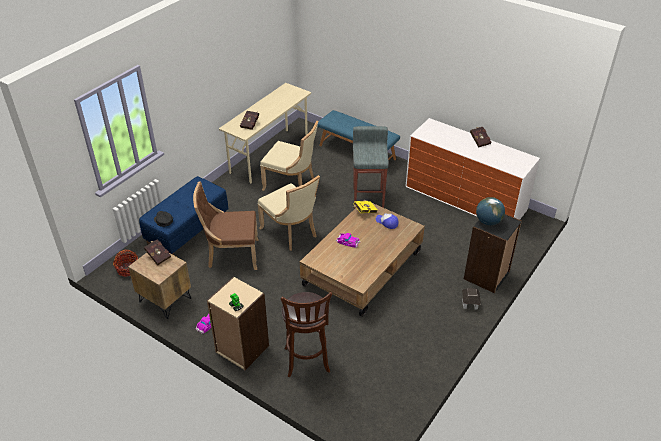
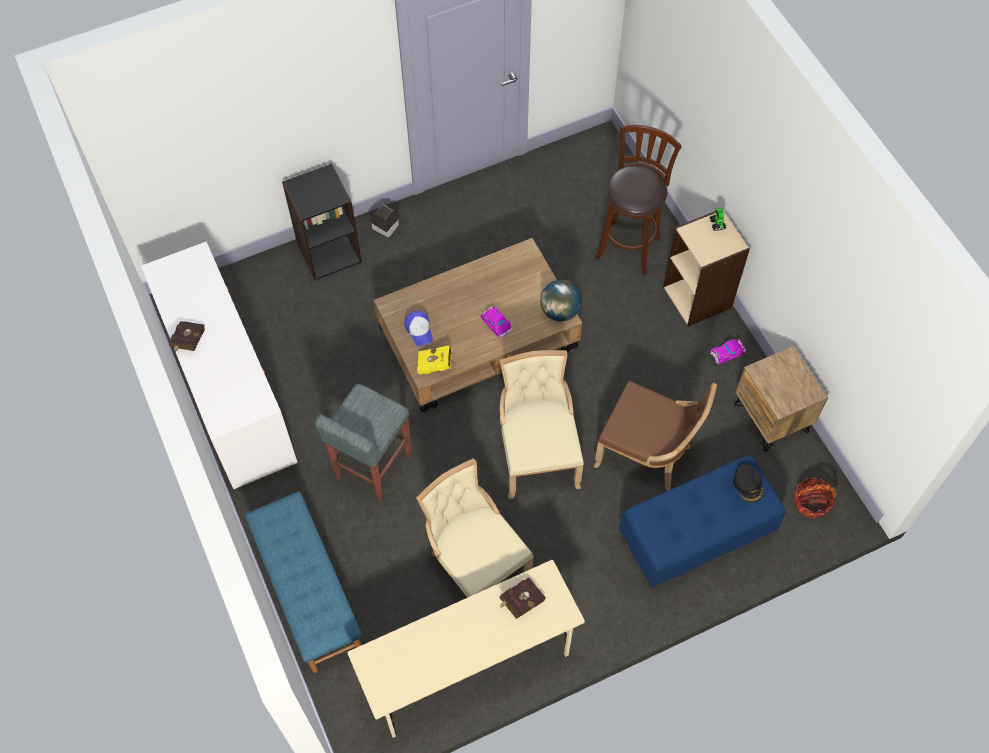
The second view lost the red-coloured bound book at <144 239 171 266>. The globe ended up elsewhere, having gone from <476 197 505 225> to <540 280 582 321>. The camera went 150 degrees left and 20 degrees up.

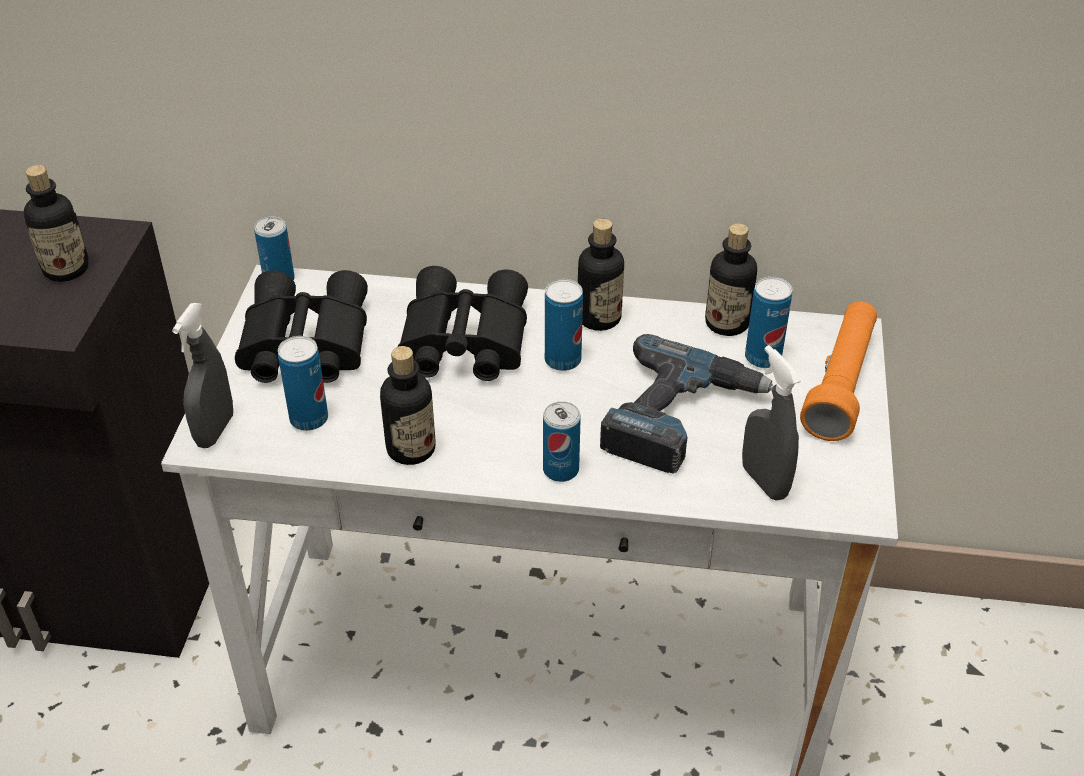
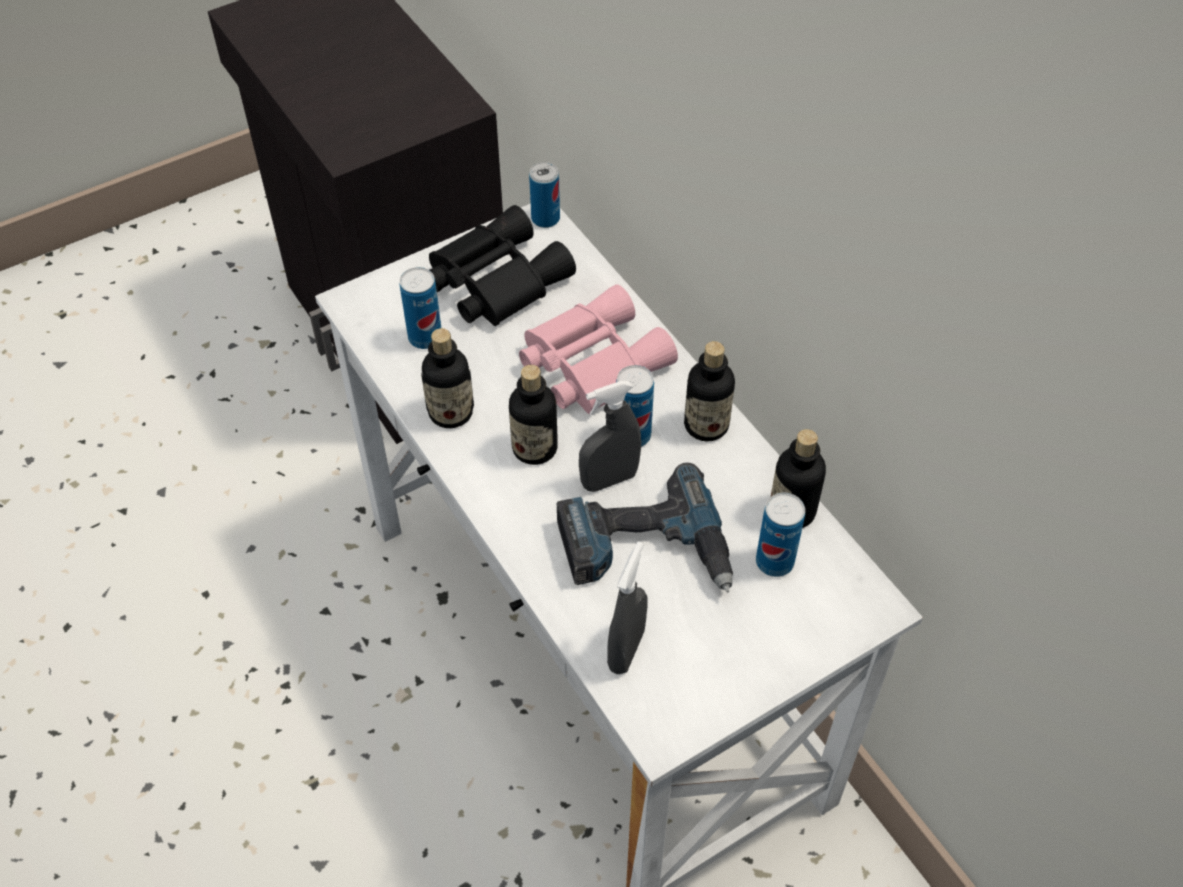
The drink bottle ended up elsewhere, having gone from <24 165 89 282> to <509 365 558 465>. The gray spray bottle ended up elsewhere, having gone from <172 303 233 448> to <579 381 641 492>. What was the blackish binoculars at <398 266 528 381> turned into the pinkish binoculars at <519 284 678 414>. The second view lost the can at <543 401 581 482>. The second view lost the orangey torch at <800 301 877 441>. The camera went 50 degrees right and 10 degrees up.

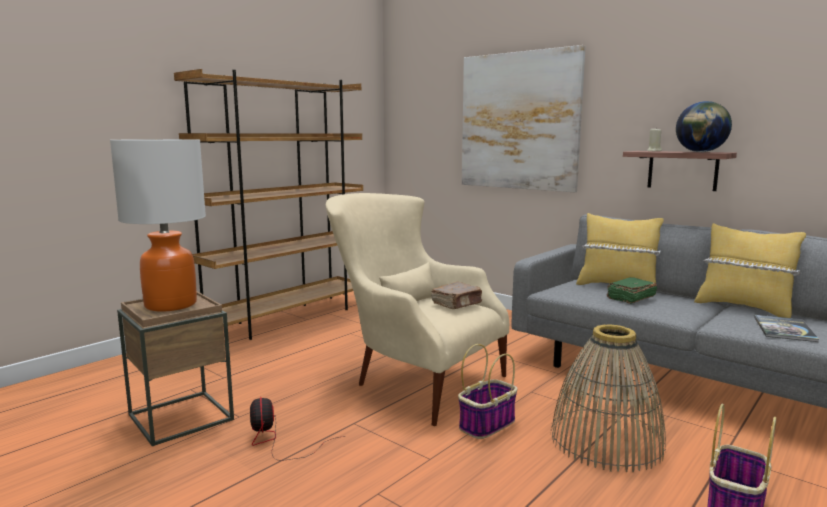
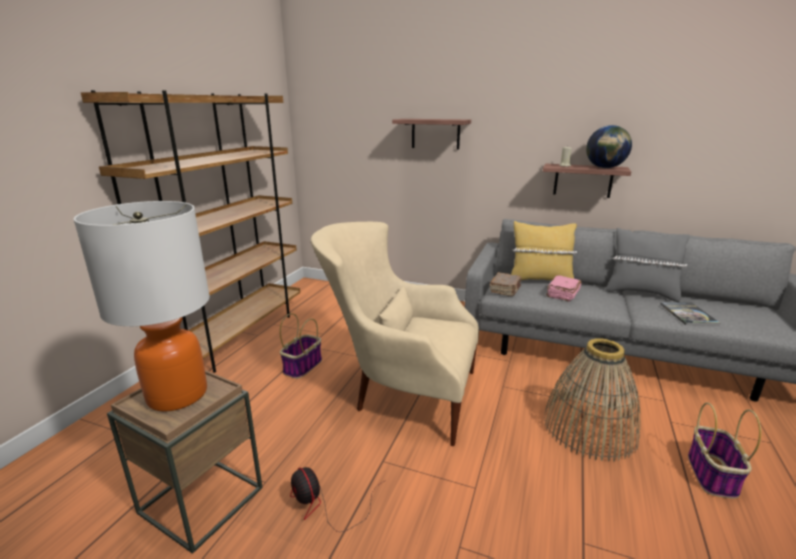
The brown-coloured bound book ended up elsewhere, having gone from <431 282 482 309> to <490 272 521 296>. The household basket ended up elsewhere, having gone from <458 344 518 439> to <280 313 322 379>. Where the wall picture hung at <462 45 586 192>, the wall shelf came to hang at <392 119 471 150>. What was the greenish bound book at <607 277 657 304> turned into the pinkish bound book at <546 275 582 302>. What was the yellow-coloured pillow at <694 223 806 318> turned into the gray pillow at <605 228 690 302>. The camera went 20 degrees left and 10 degrees up.

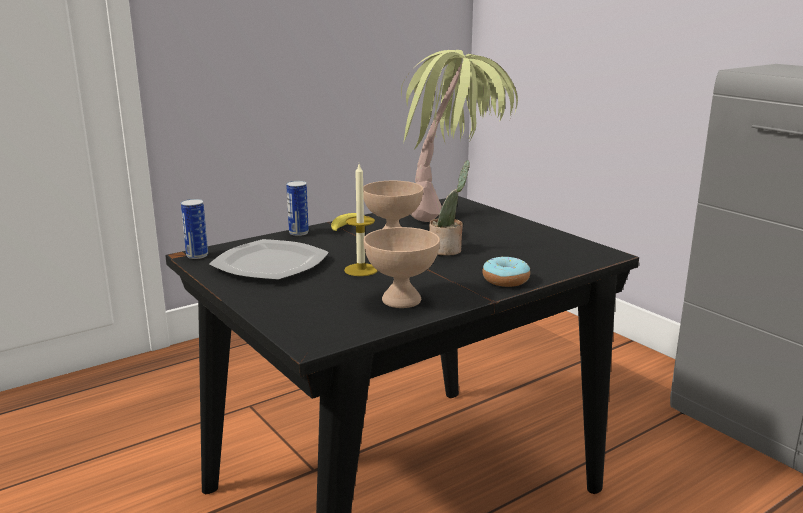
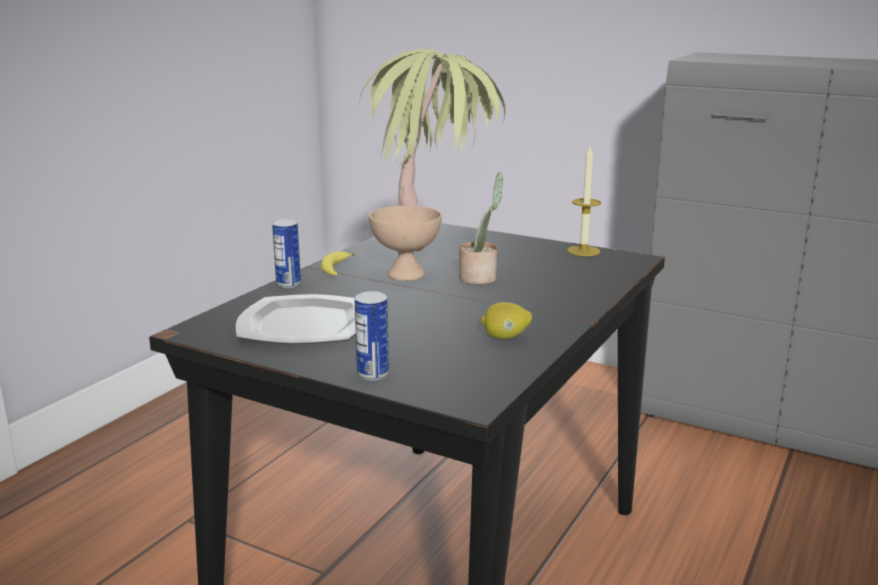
The can ended up elsewhere, having gone from <181 199 208 259> to <354 291 389 381>. The candle ended up elsewhere, having gone from <344 164 378 276> to <567 146 601 256>. Where the sand-coloured deep dish stood at <363 227 440 308>, the lemon came to stand at <481 302 532 340>. The second view lost the doughnut at <482 257 530 287>. The camera went 25 degrees left and 0 degrees up.

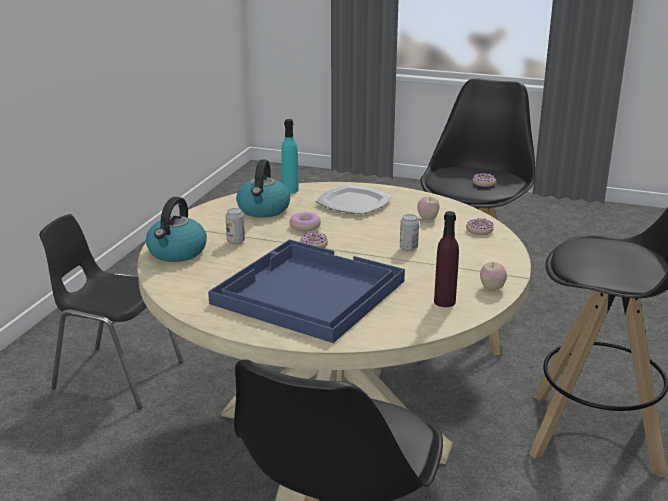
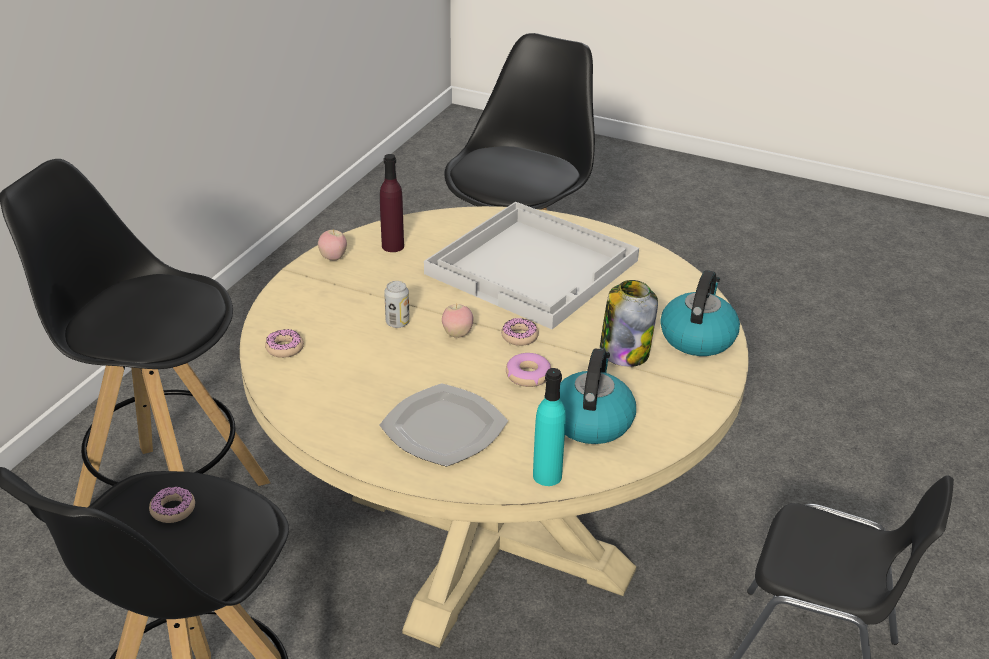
What was the blue tray at <208 239 405 343> turned into the whitish tray at <424 202 639 329>. Where the can stood at <225 208 245 245>, the jar came to stand at <600 280 658 367>. The apple fruit ended up elsewhere, having gone from <417 197 440 220> to <442 304 473 338>. The camera went 175 degrees left and 10 degrees up.

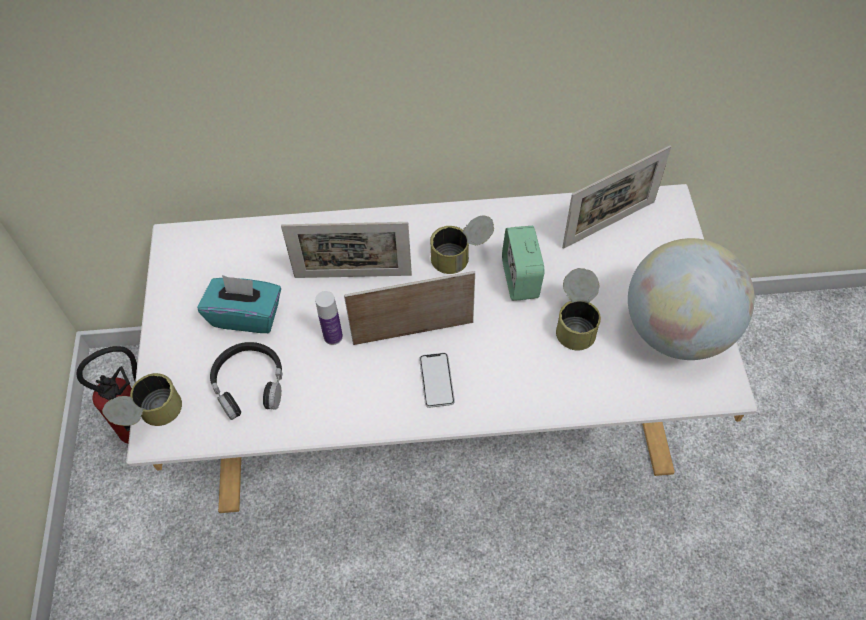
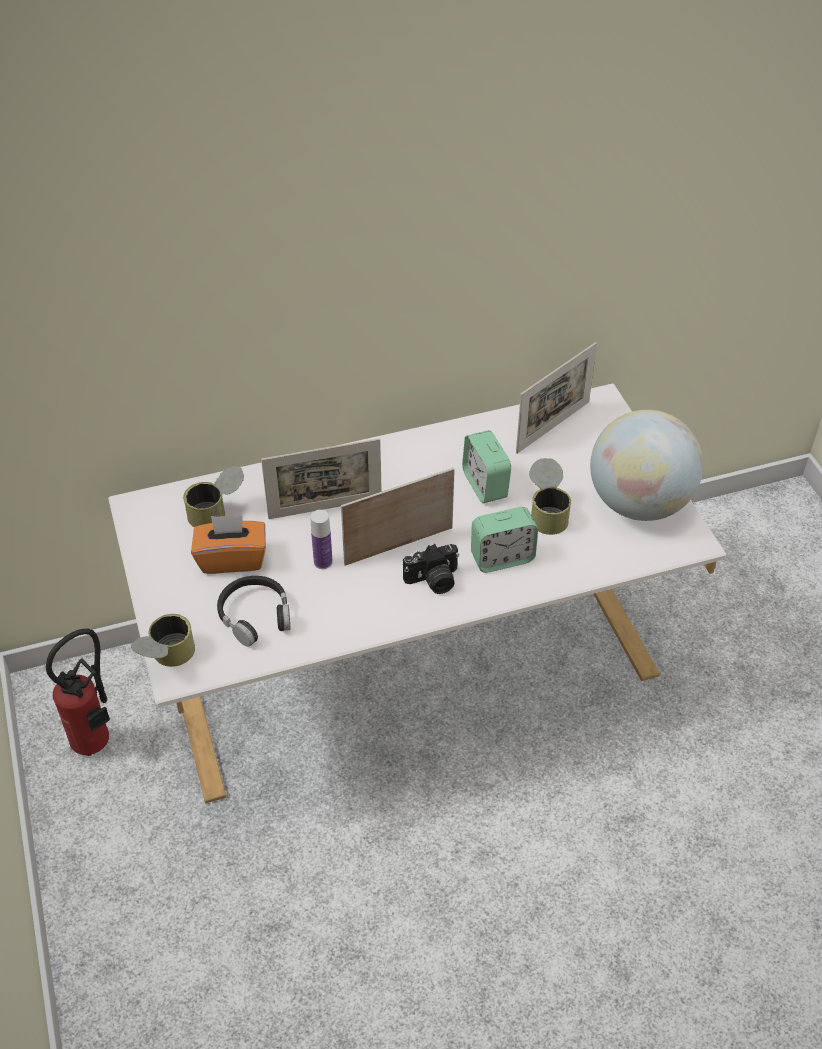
What was the blue-green tissue holder at <197 275 281 333> turned into the orangey tissue holder at <191 515 266 574>. Where the phone stood at <419 353 455 408>, the still camera came to stand at <403 544 459 594>. The can ended up elsewhere, having gone from <430 215 494 274> to <183 466 244 527>. The second view gained the bedside clock at <471 507 538 573>. The camera went 15 degrees left and 10 degrees down.

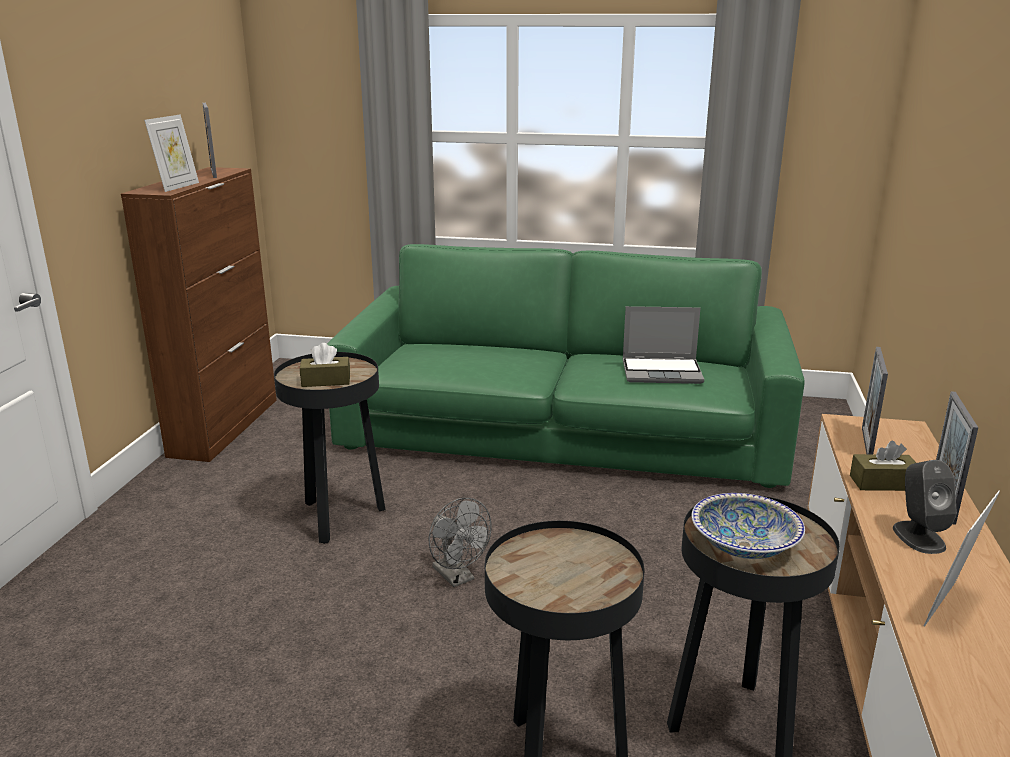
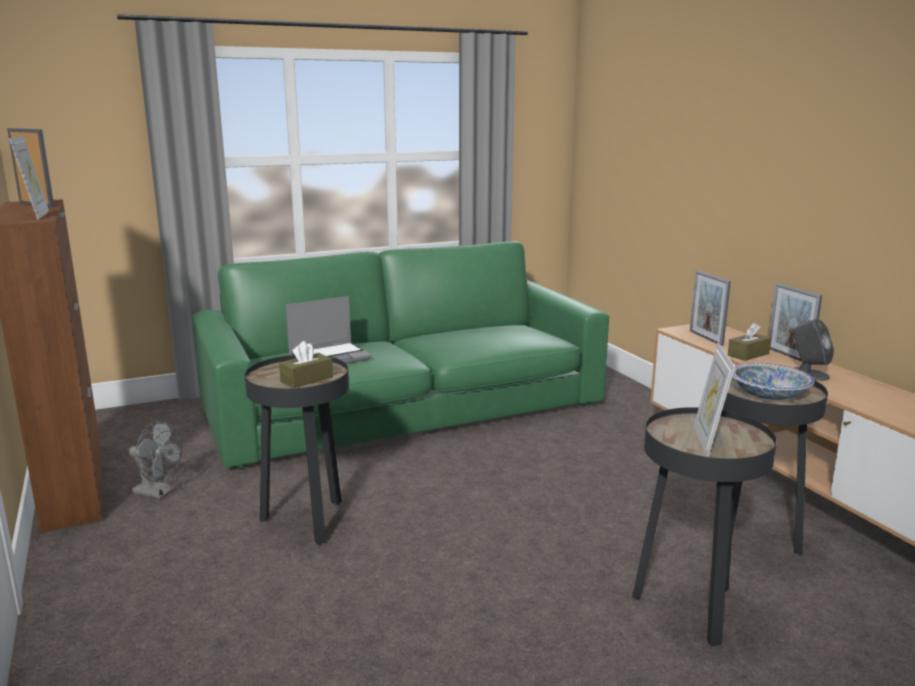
The gray fan ended up elsewhere, having gone from <428 498 491 587> to <126 421 182 499>. The portable computer ended up elsewhere, having gone from <623 306 704 384> to <286 296 372 364>. The photo frame ended up elsewhere, having gone from <924 491 1000 626> to <693 343 735 457>. The camera went 35 degrees left and 5 degrees down.

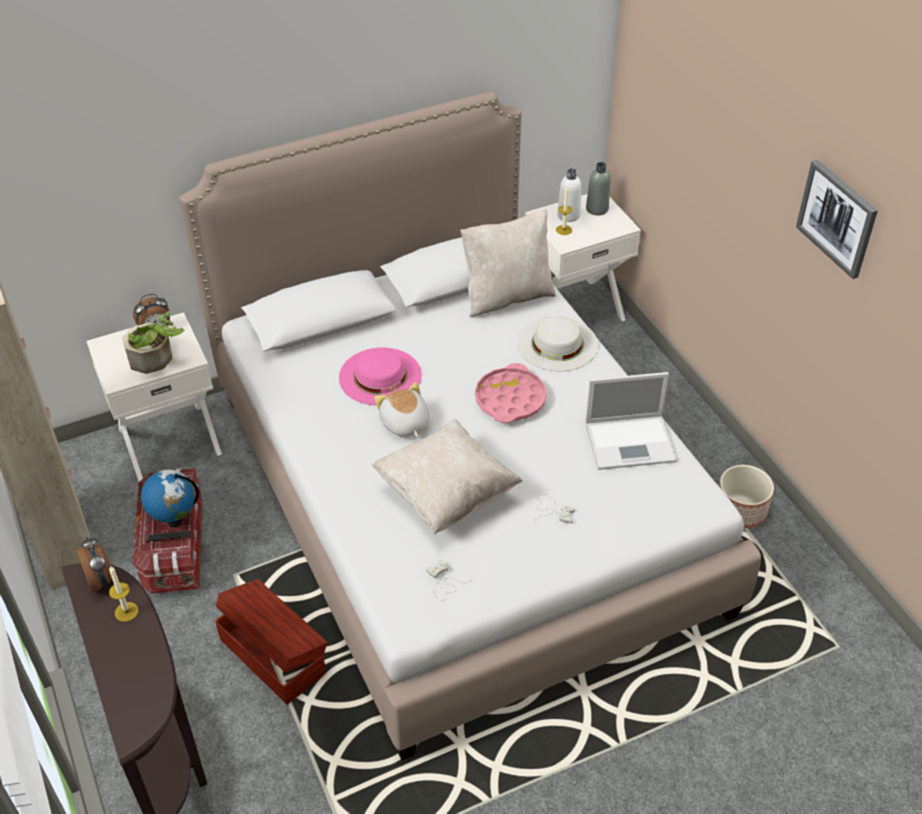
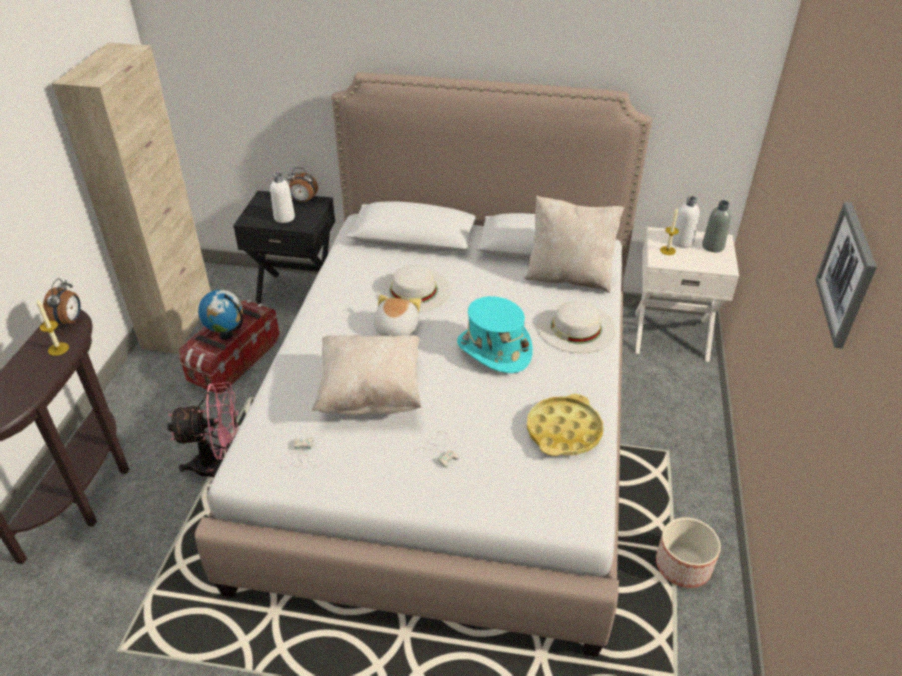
What was the whitish night table at <86 312 222 482> turned into the blackish night table at <233 191 335 304>. Where the plant in a pot stood at <122 311 185 374>, the whitish drink bottle came to stand at <270 173 295 223>. Where the brown-coloured storage container stood at <215 579 327 705>, the pinkish fan came to stand at <167 382 238 477>. What was the pinkish hat at <339 347 422 405> turned into the whitish hat at <377 265 451 312>. Where the pinkish tray stood at <475 363 547 423>, the blue-green hat came to stand at <457 296 533 373>. Where the portable computer stood at <585 372 677 470>, the yellow-coloured tray came to stand at <527 394 603 456>. The camera went 35 degrees right and 5 degrees down.

